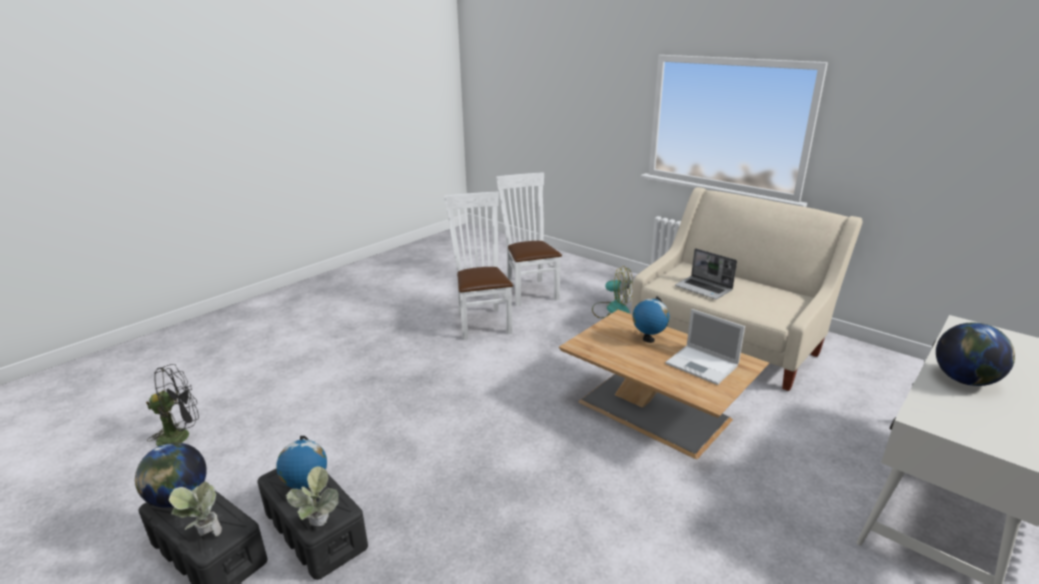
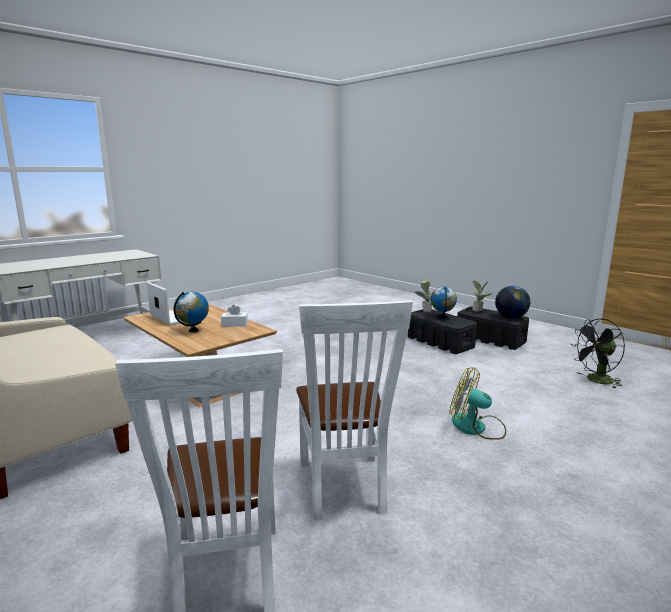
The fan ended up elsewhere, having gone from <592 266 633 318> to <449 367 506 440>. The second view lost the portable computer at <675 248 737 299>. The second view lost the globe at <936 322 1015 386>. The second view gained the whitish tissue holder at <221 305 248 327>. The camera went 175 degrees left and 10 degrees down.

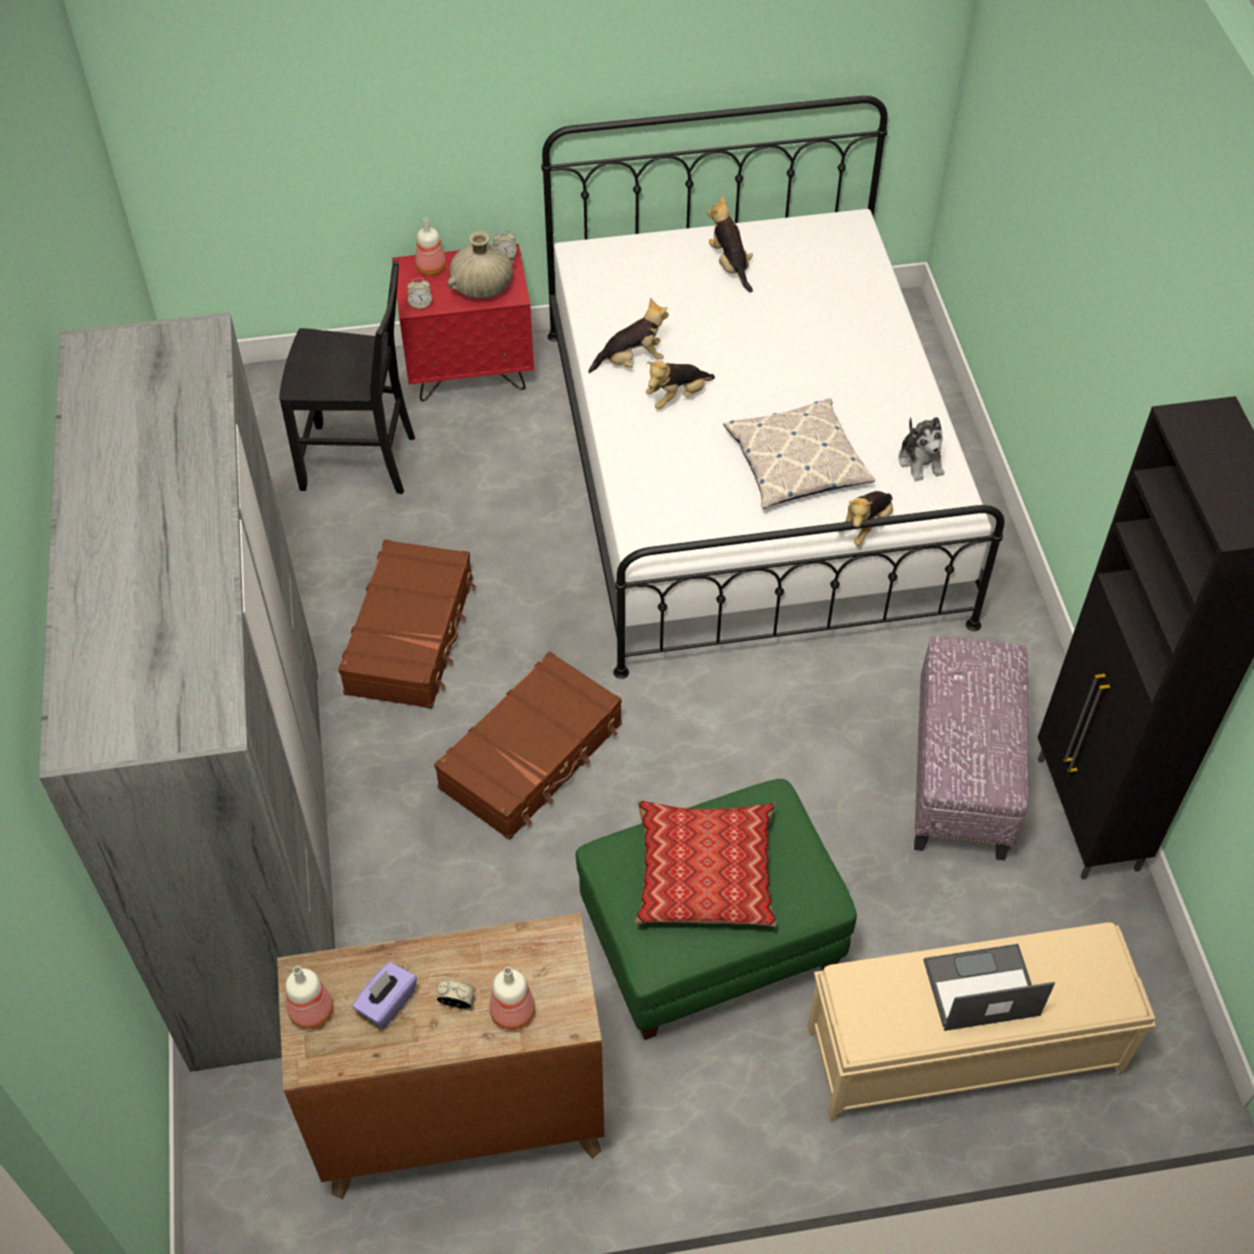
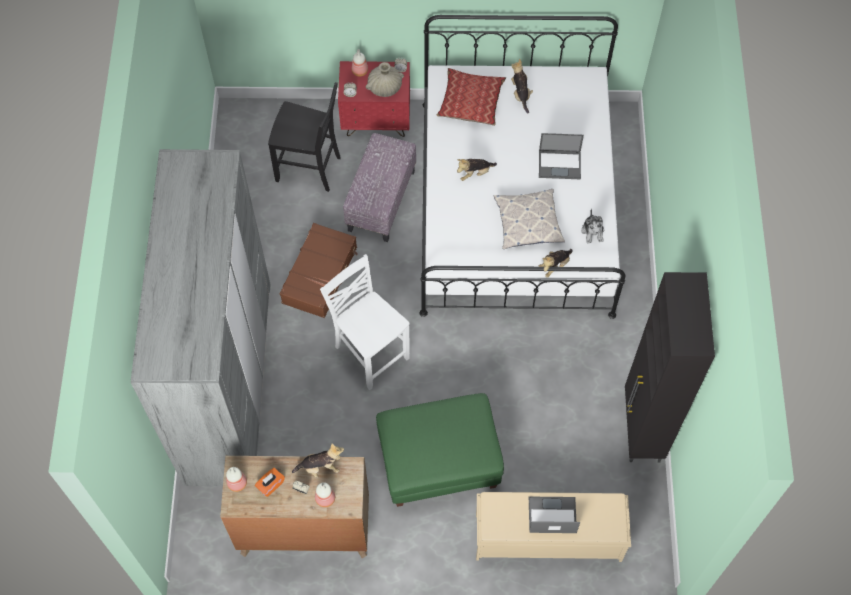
What was the purple tissue holder at <352 962 417 1029> turned into the orangey tissue holder at <255 468 285 497>. Where the brown-coloured travel case stood at <434 651 622 840>, the whitish upright chair came to stand at <320 254 410 390>. The plush toy ended up elsewhere, having gone from <588 298 669 373> to <292 443 344 478>. The pillow ended up elsewhere, having gone from <635 801 777 927> to <436 68 506 126>. The pouffe ended up elsewhere, having gone from <914 636 1029 860> to <343 133 416 242>. The second view gained the portable computer at <539 133 584 179>. The camera went 10 degrees right and 10 degrees up.

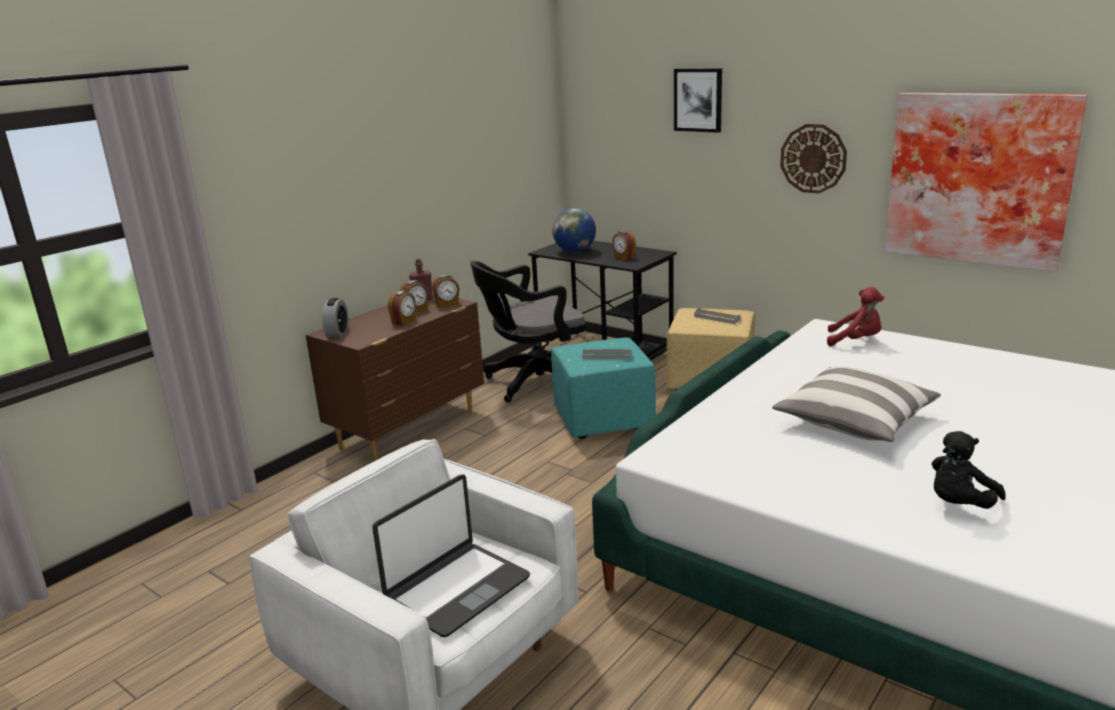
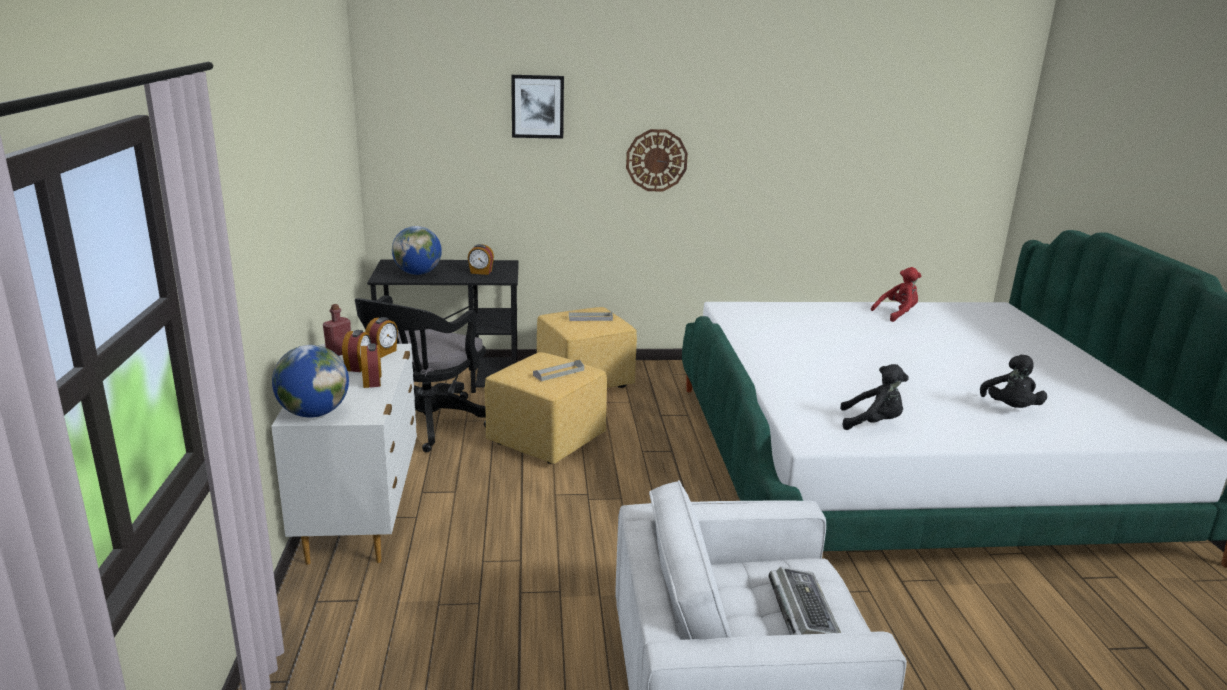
What was the brown-coloured drawer chest at <306 293 485 461> turned into the whitish drawer chest at <271 344 417 565>. Where the bedside clock stood at <322 298 349 338>, the globe came to stand at <272 345 349 417>. Where the portable computer stood at <372 475 530 637>, the keyboard came to stand at <769 566 841 635>. What was the blue-green pouffe at <551 338 656 439> turned into the yellow-coloured pouffe at <485 352 607 464>. The second view lost the pillow at <772 367 941 442>. The red-coloured plush toy ended up elsewhere, having gone from <827 287 884 346> to <871 267 921 322>. The second view lost the wall picture at <884 93 1088 272>. The second view gained the blackish plush toy at <840 364 909 430>. The camera went 45 degrees left and 0 degrees up.

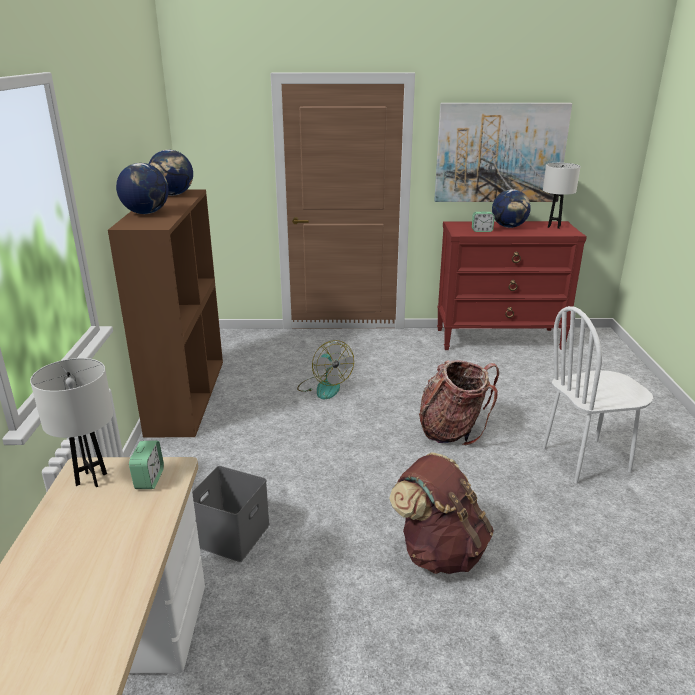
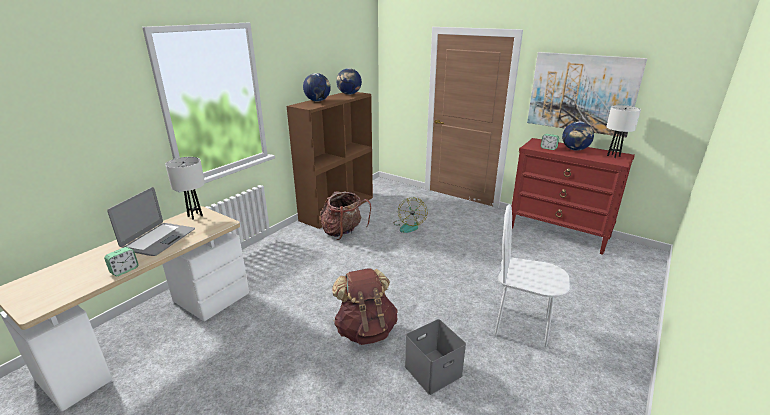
The bedside clock ended up elsewhere, having gone from <129 441 164 489> to <104 247 138 276>. The gray storage container ended up elsewhere, having gone from <192 466 270 562> to <405 319 466 395>. The rucksack ended up elsewhere, having gone from <419 360 499 445> to <320 191 371 240>. The second view gained the portable computer at <107 187 195 256>. The camera went 35 degrees right and 0 degrees up.

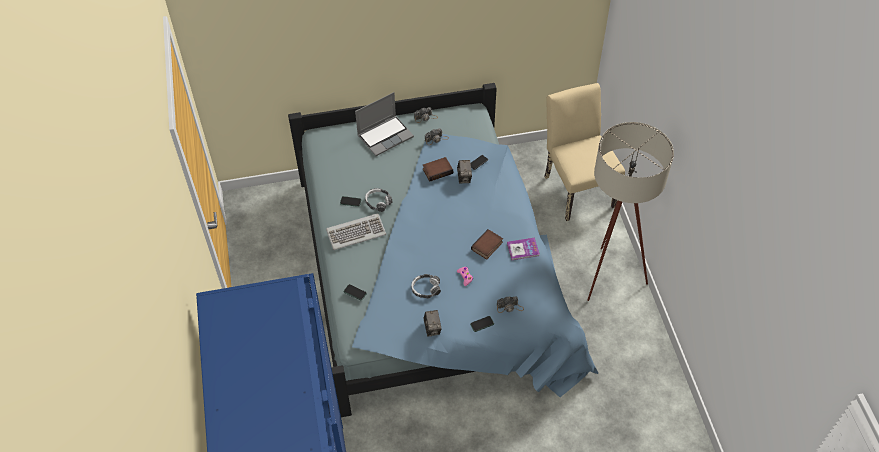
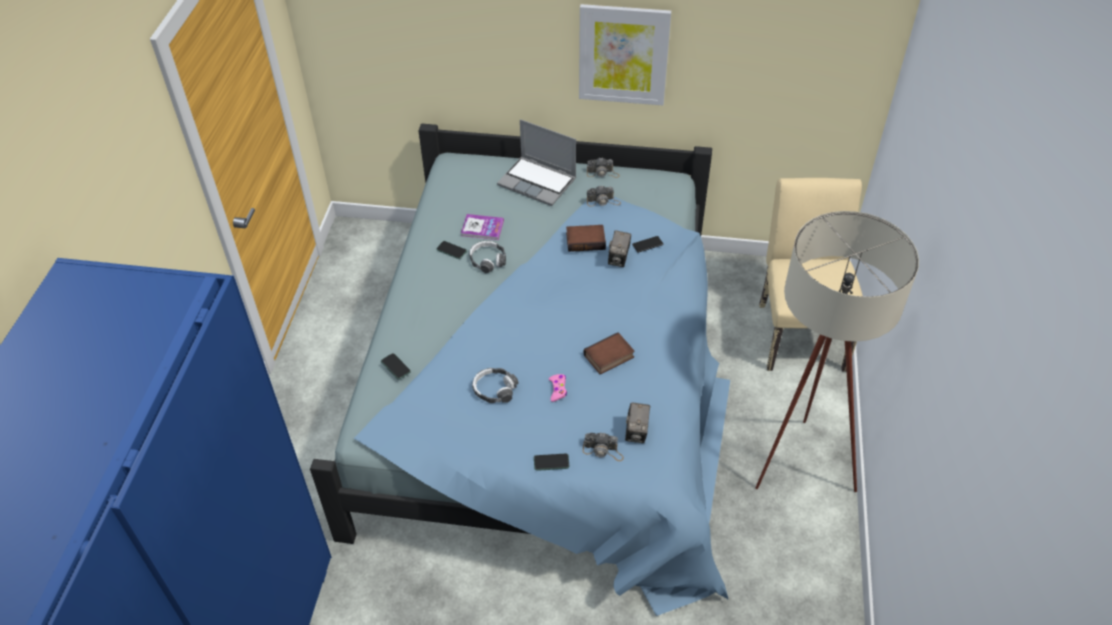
The second view lost the keyboard at <326 213 386 250>. The portable computer at <355 92 414 156> ended up facing another way, 45 degrees clockwise from before. The still camera ended up elsewhere, having gone from <423 310 442 337> to <625 402 650 443>. The bound book ended up elsewhere, having gone from <507 237 540 260> to <461 214 504 240>. The second view gained the wall picture at <579 4 671 105>. The camera went 20 degrees right and 5 degrees down.

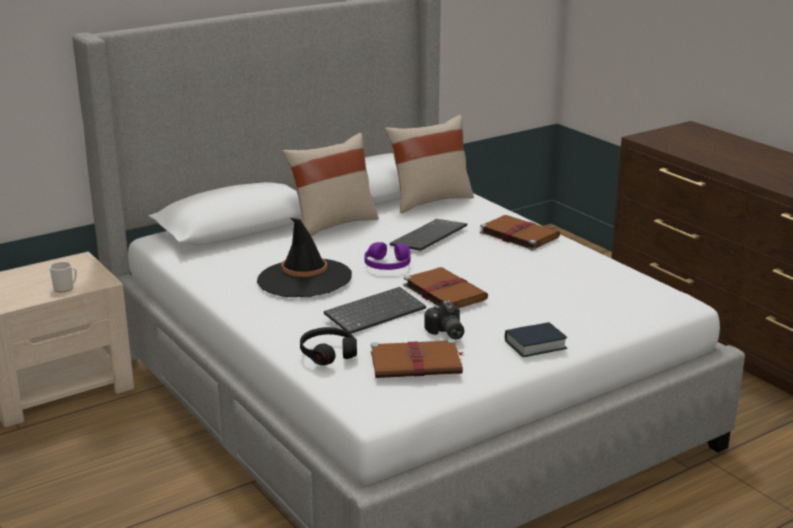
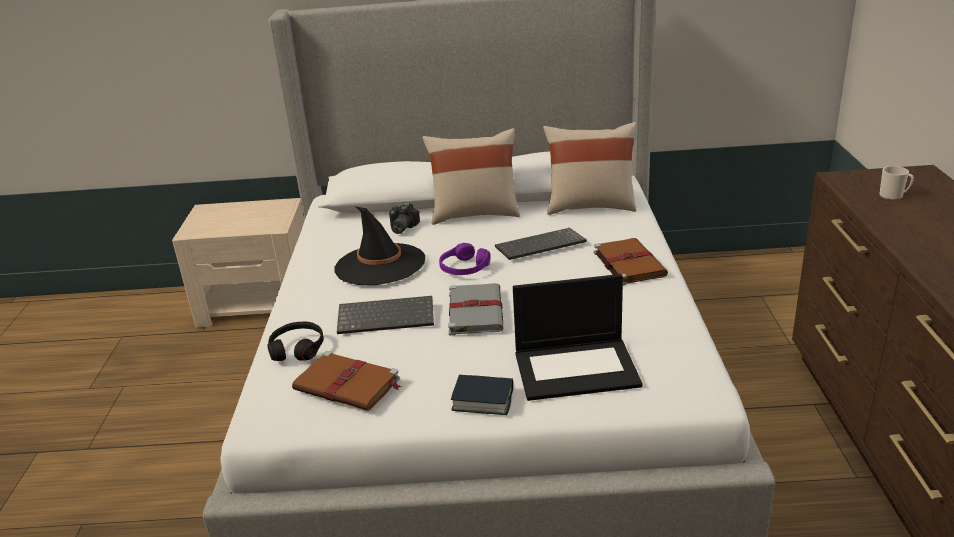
The tea mug ended up elsewhere, having gone from <49 262 77 292> to <880 166 914 200>. What was the brown-coloured bound book at <403 267 488 308> turned into the gray bound book at <448 283 504 335>. The still camera ended up elsewhere, having gone from <424 300 464 340> to <389 203 420 234>. The second view gained the portable computer at <513 274 642 401>. The camera went 35 degrees right and 5 degrees up.

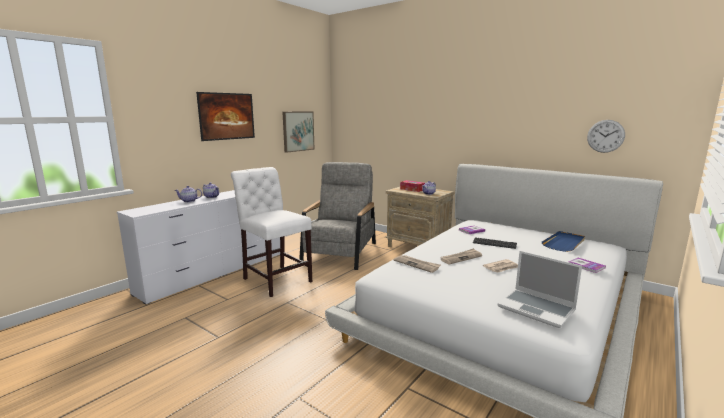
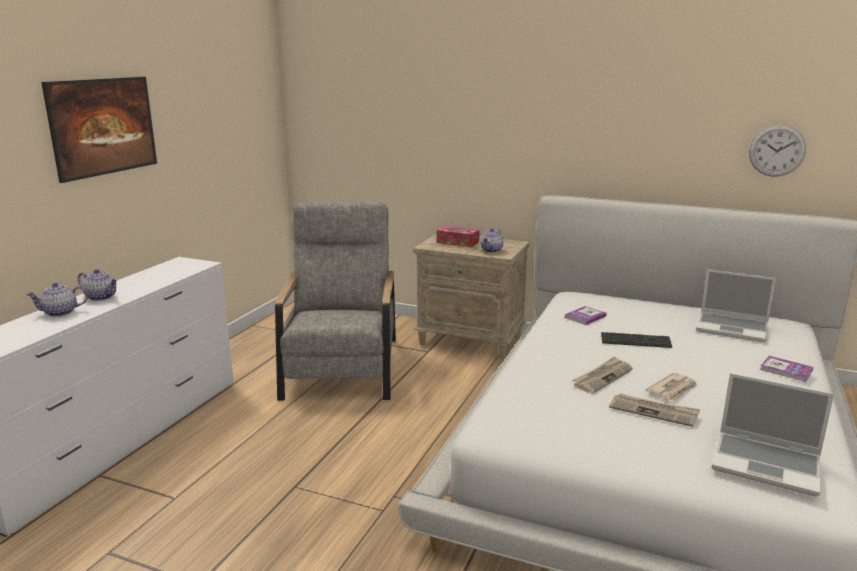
The second view lost the whitish upright chair at <231 167 312 297>. The second view lost the wall picture at <283 112 314 153>. The printed paper ended up elsewhere, having gone from <394 255 441 273> to <609 393 700 427>. Where the blue tray stood at <542 231 585 252>, the portable computer came to stand at <696 269 776 342>. The camera went 15 degrees left and 5 degrees up.

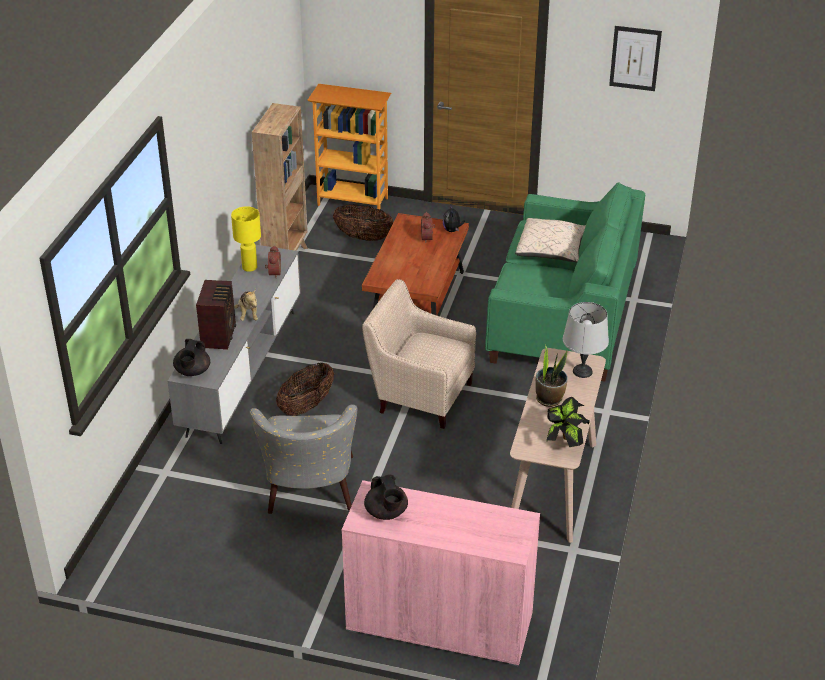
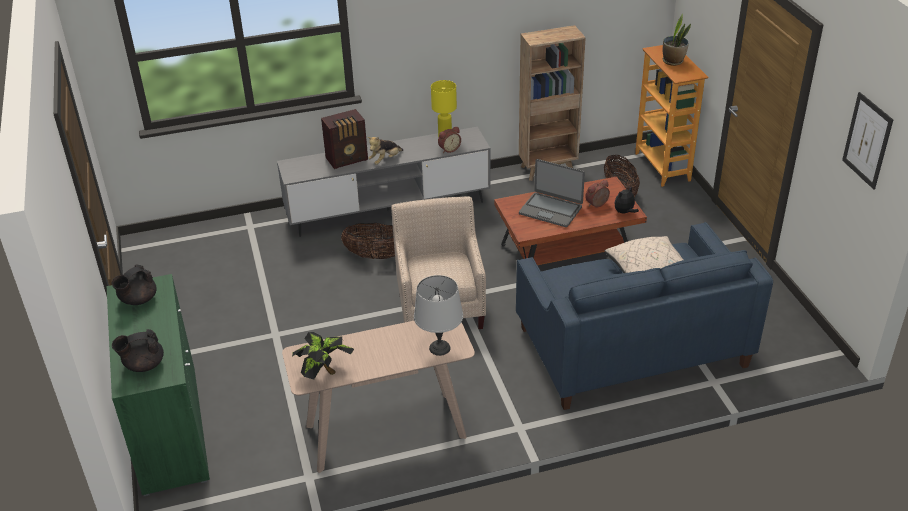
The blackish pot for tea ended up elsewhere, having gone from <173 339 210 376> to <112 329 164 372>. The second view lost the gray lounge chair at <249 405 357 514>. What was the pinkish cabinet at <342 480 540 666> turned into the greenish cabinet at <107 274 210 496>. What was the greenish settee at <485 182 645 382> turned into the blue settee at <516 222 773 410>. The plant in a pot ended up elsewhere, having gone from <535 345 568 407> to <663 14 691 66>. The second view gained the portable computer at <519 159 585 227>. The camera went 60 degrees right and 0 degrees up.

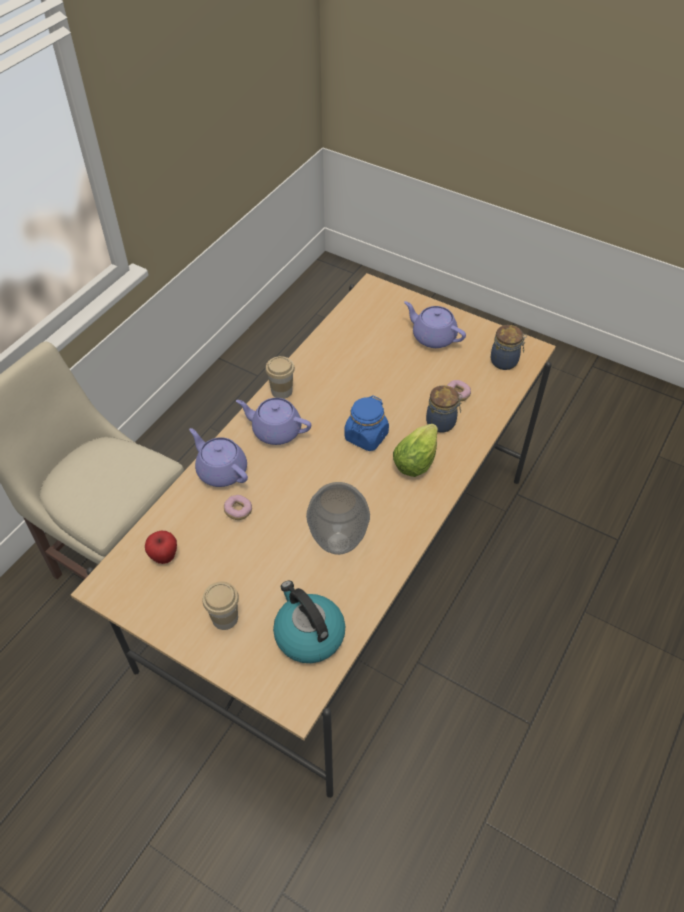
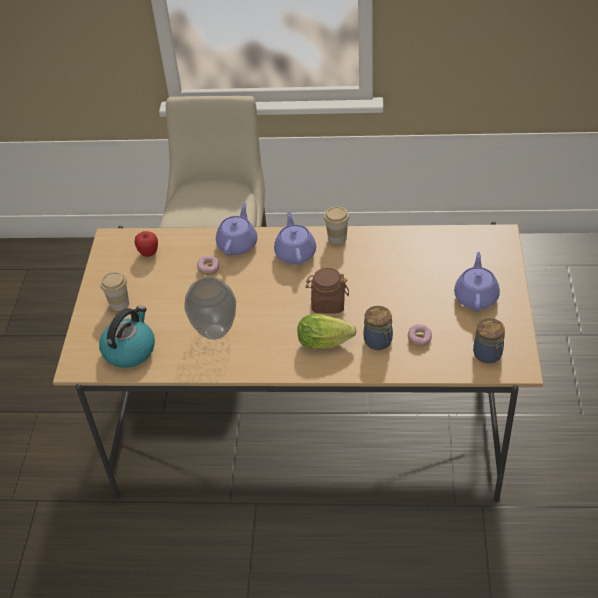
What was the blue jar at <345 395 389 451> turned into the brown-coloured jar at <305 268 349 314>. The camera went 65 degrees right and 5 degrees down.

